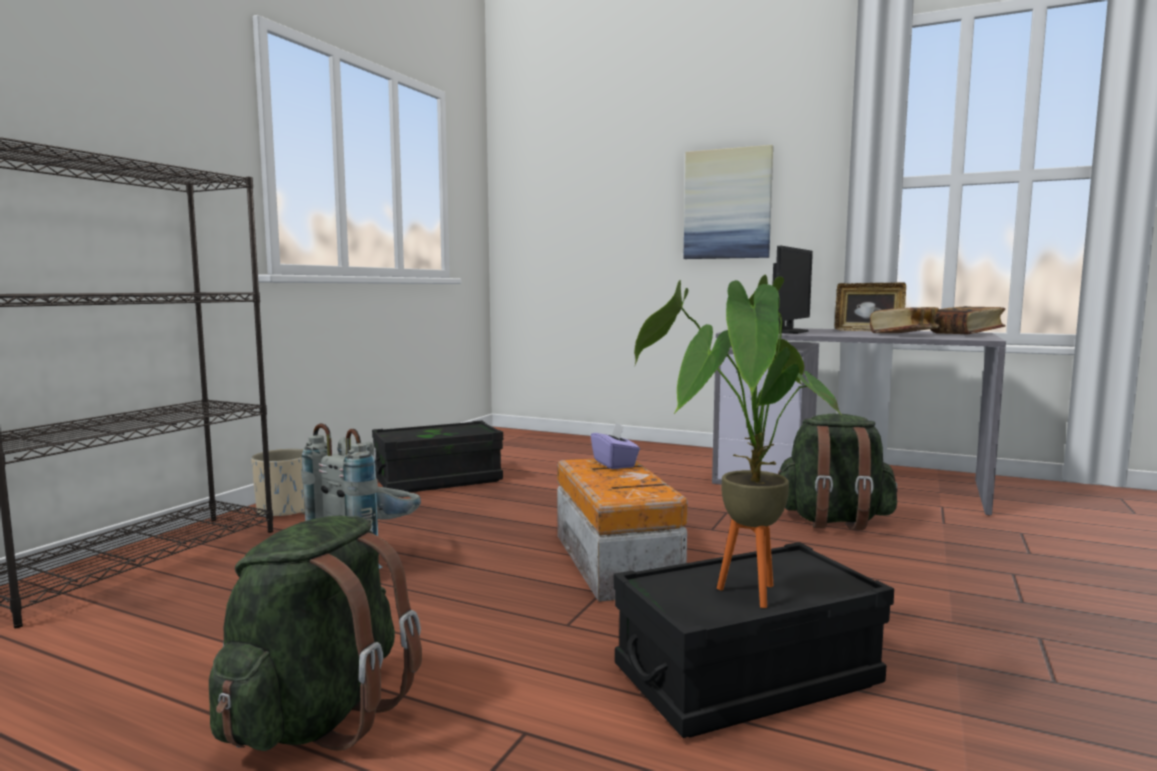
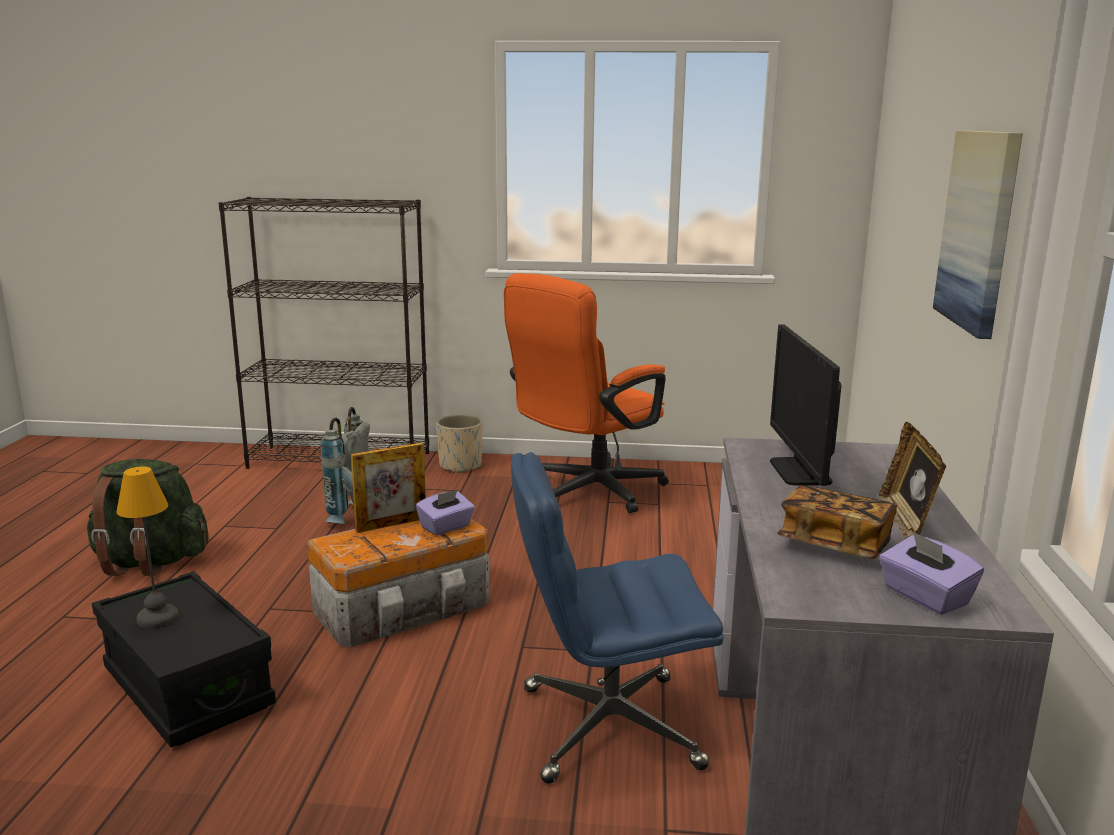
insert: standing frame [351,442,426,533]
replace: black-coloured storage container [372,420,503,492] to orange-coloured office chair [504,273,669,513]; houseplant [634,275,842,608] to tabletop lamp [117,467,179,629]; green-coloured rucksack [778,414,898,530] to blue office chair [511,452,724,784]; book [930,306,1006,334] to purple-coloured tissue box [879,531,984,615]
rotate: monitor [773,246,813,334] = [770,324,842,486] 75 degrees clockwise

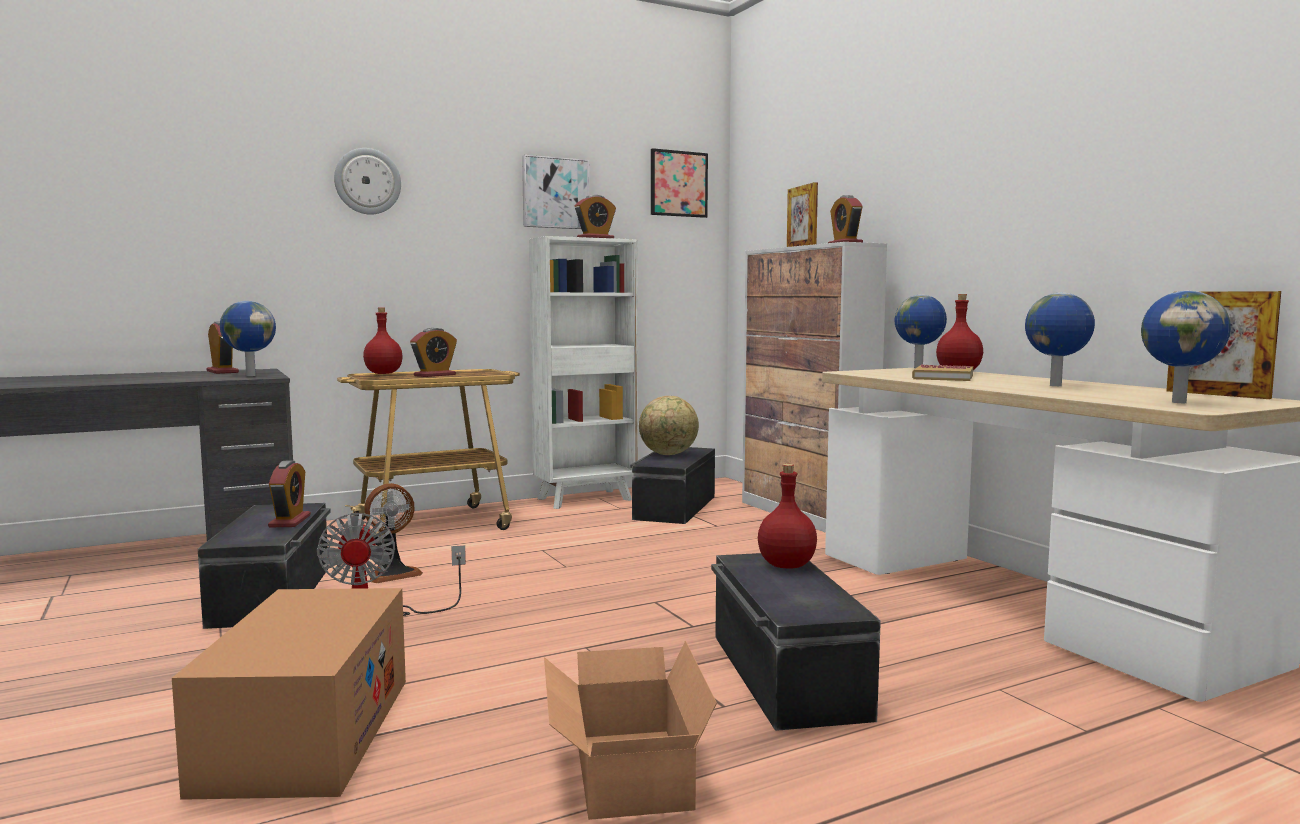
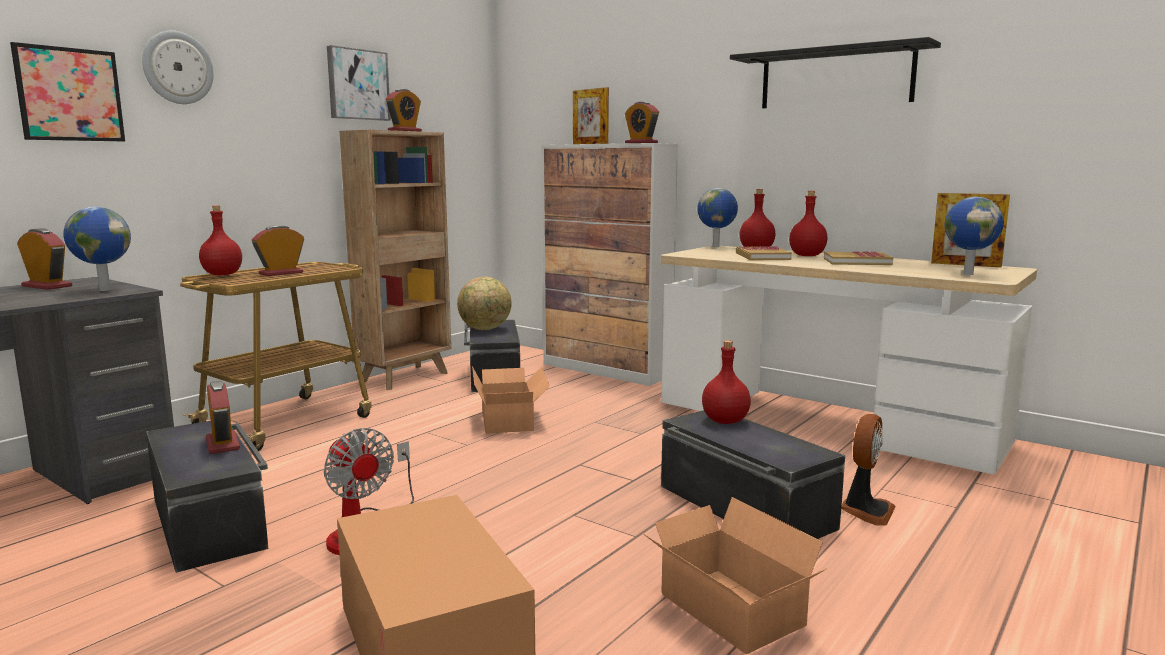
insert: packing box [472,366,550,434]; black-coloured shelf [730,37,941,108]; red drink bottle [789,191,827,256]
move: electric fan [364,483,423,583] to [841,414,896,526]; wall picture [651,148,708,218] to [10,42,125,141]
replace: globe [1025,293,1095,386] to book [824,251,893,265]
recolor: whitish bookcase [529,236,638,509] to brown-coloured bookcase [340,130,452,390]
rotate: alarm clock [410,328,457,377] = [252,225,304,276] 150 degrees counterclockwise

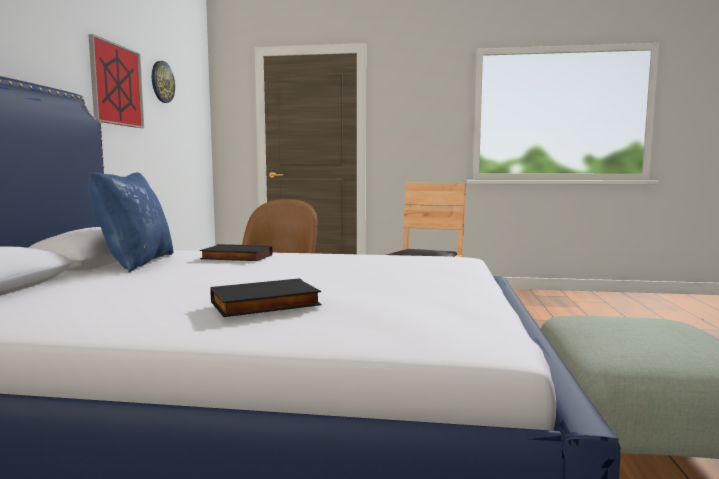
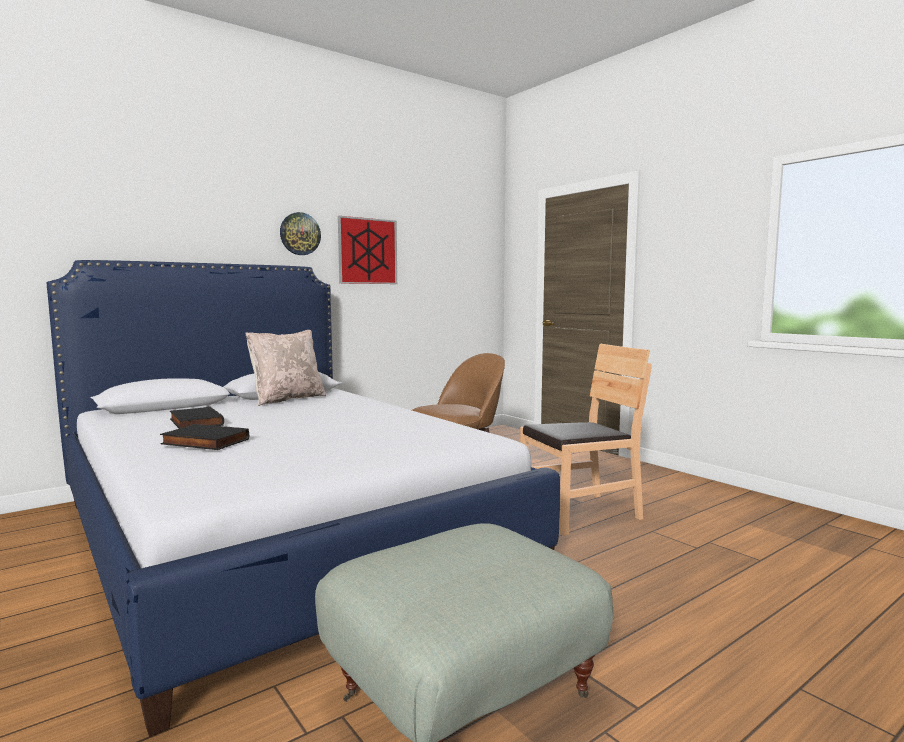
move: wall clock [152,61,175,103] to [280,212,321,255]; black-coloured book [200,244,272,261] to [170,406,224,429]
recolor: blue cushion [88,172,173,272] to beige cushion [245,330,326,406]

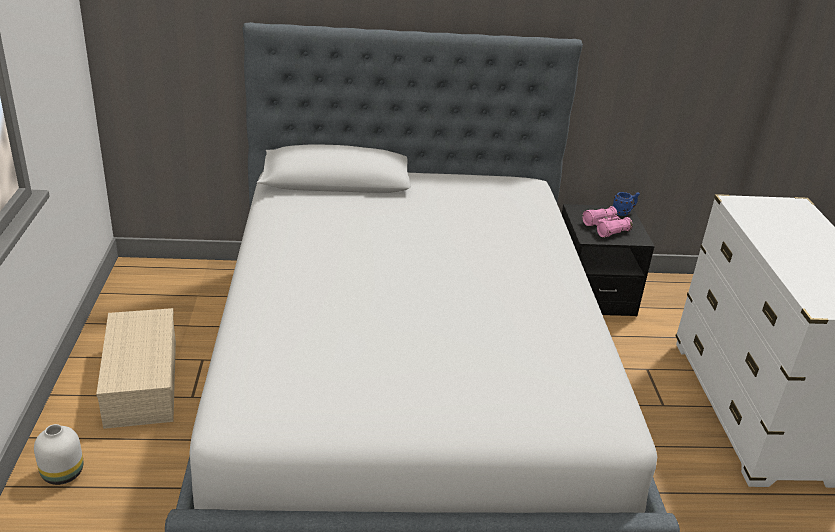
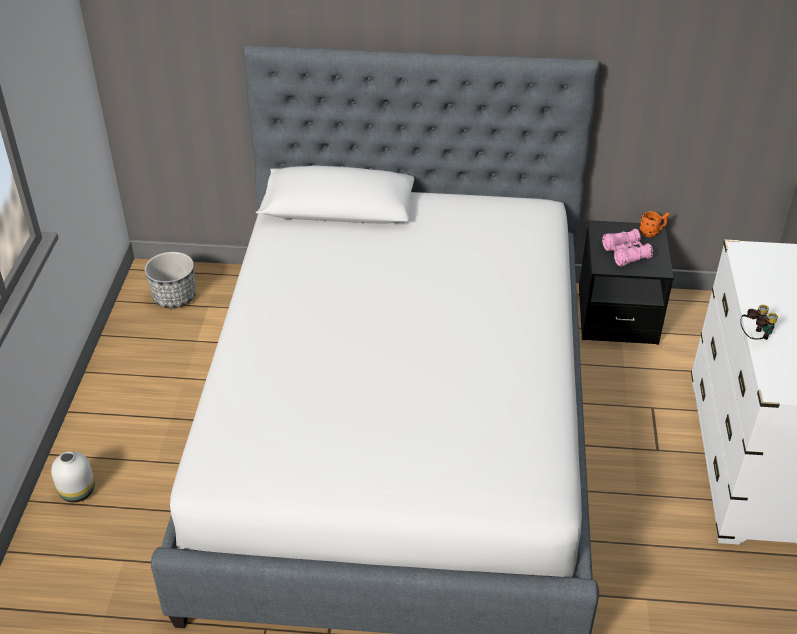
delete: beige storage container [96,308,176,429]
insert: planter [144,252,196,308]; field glasses [740,305,778,340]
recolor: blue coffee mug [613,192,640,216] to orange-coloured coffee mug [639,211,669,237]

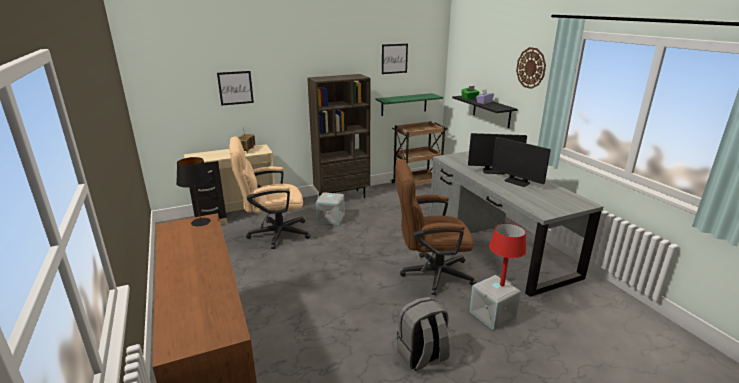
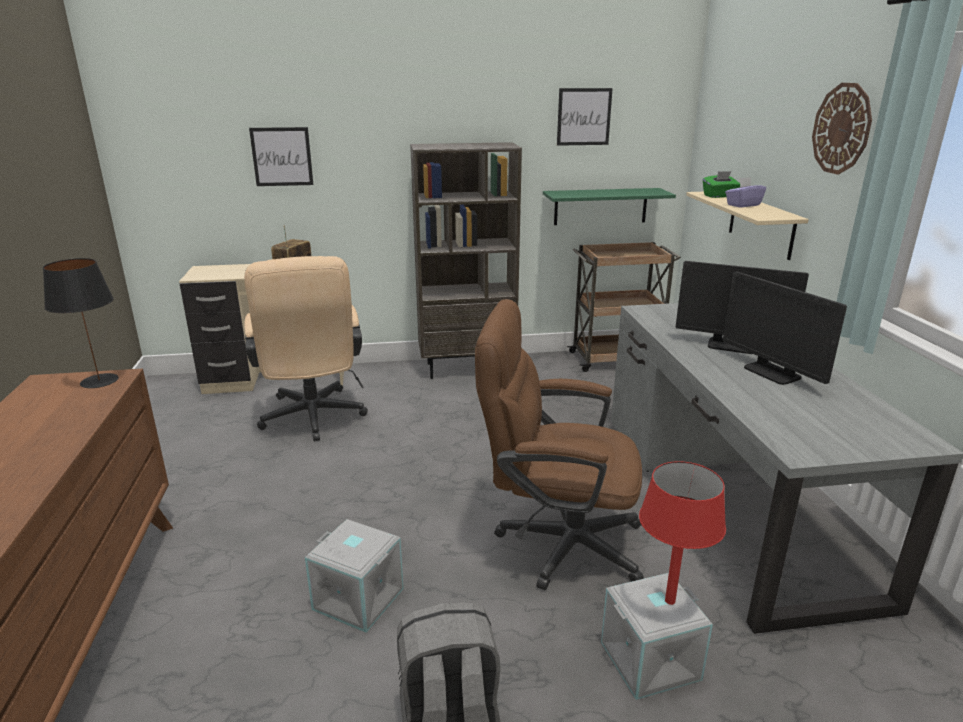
move: greyish storage container [316,192,345,225] to [305,519,403,632]
recolor: black-coloured shelf [452,96,517,128] to beige shelf [686,192,809,260]
rotate: beige office chair [229,137,311,249] = [244,256,368,441] 105 degrees counterclockwise

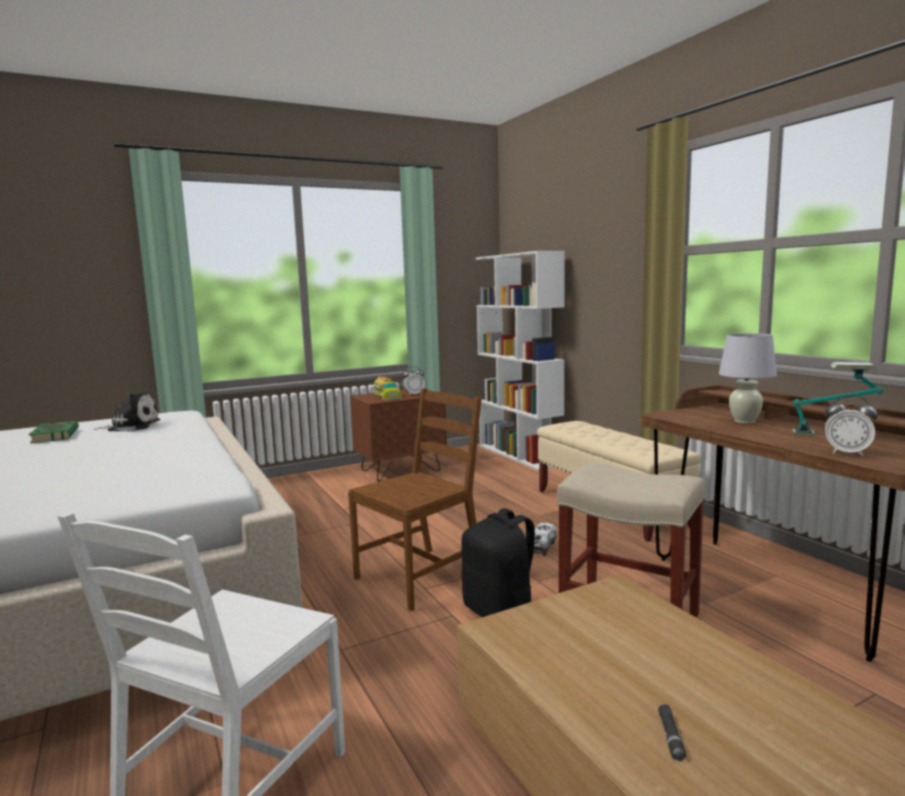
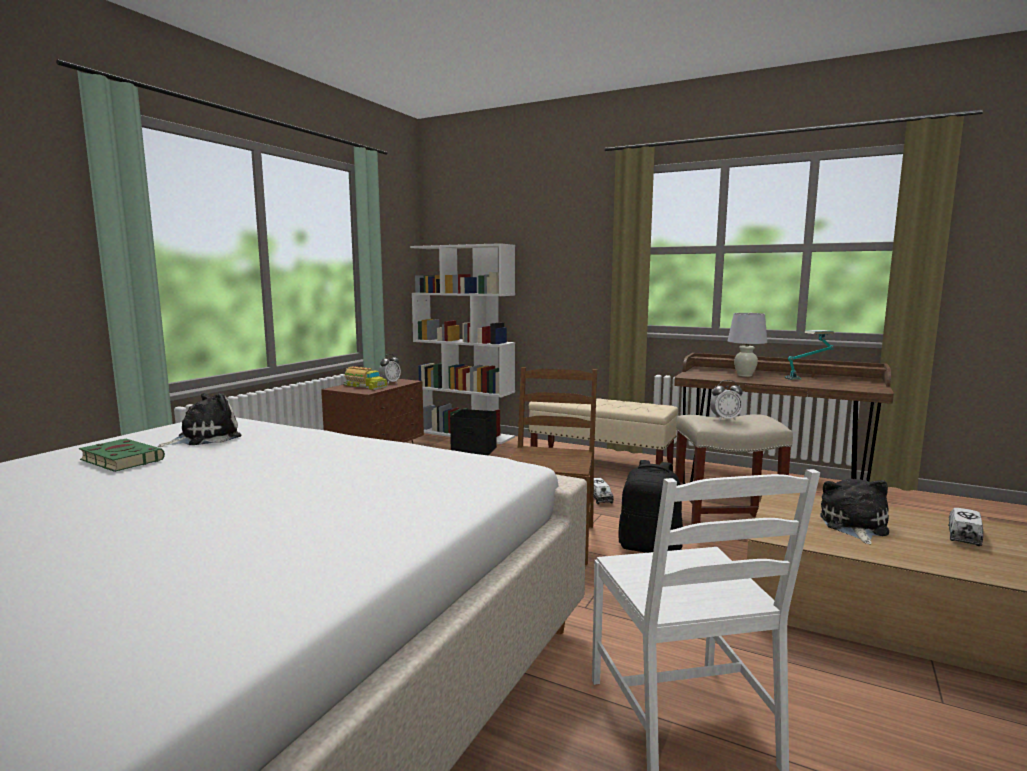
delete: black-coloured torch [658,704,686,762]
insert: black-coloured storage container [450,409,497,455]; cuddly toy [820,479,889,544]; model truck [948,508,983,546]
move: alarm clock [825,395,878,457] to [710,380,743,421]

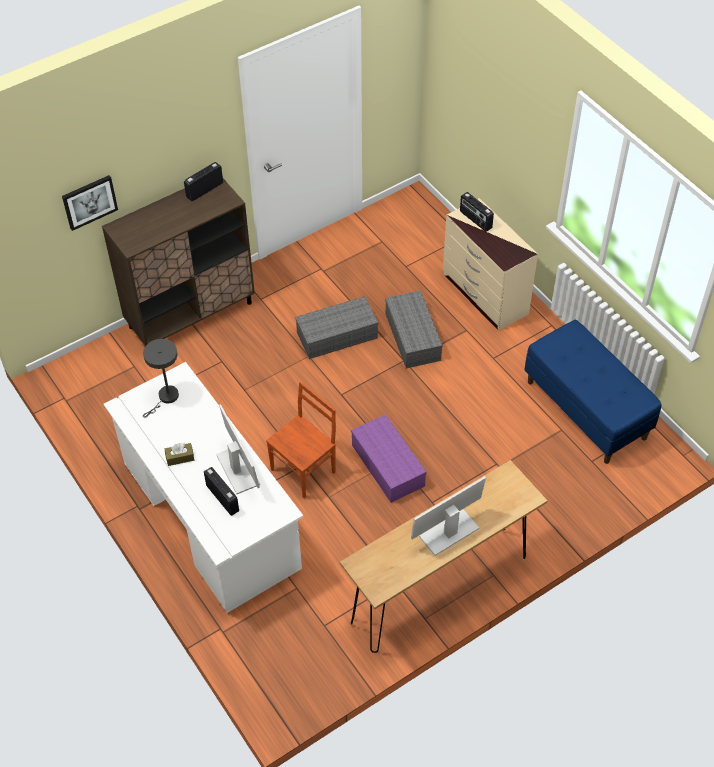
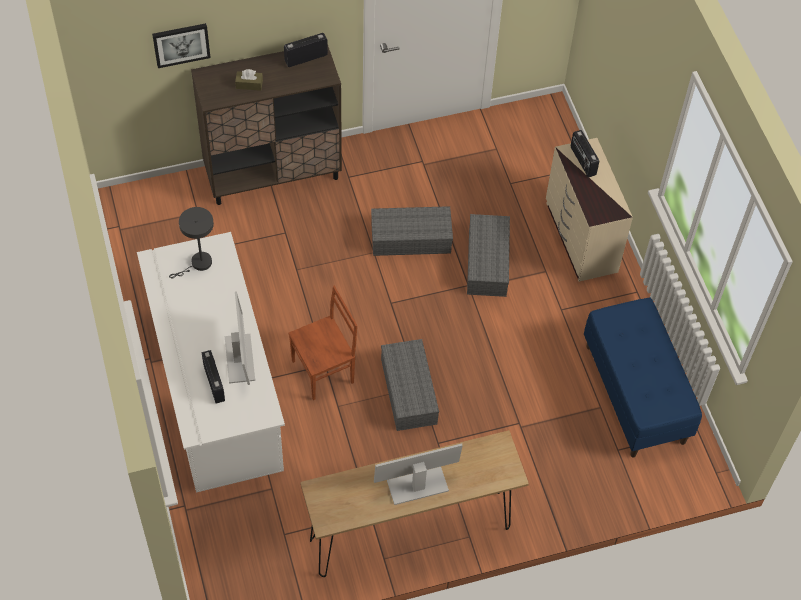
move: brown-coloured tissue box [165,443,194,466] to [235,69,263,91]
recolor: purple-coloured storage container [351,414,426,503] to greyish storage container [381,339,439,431]

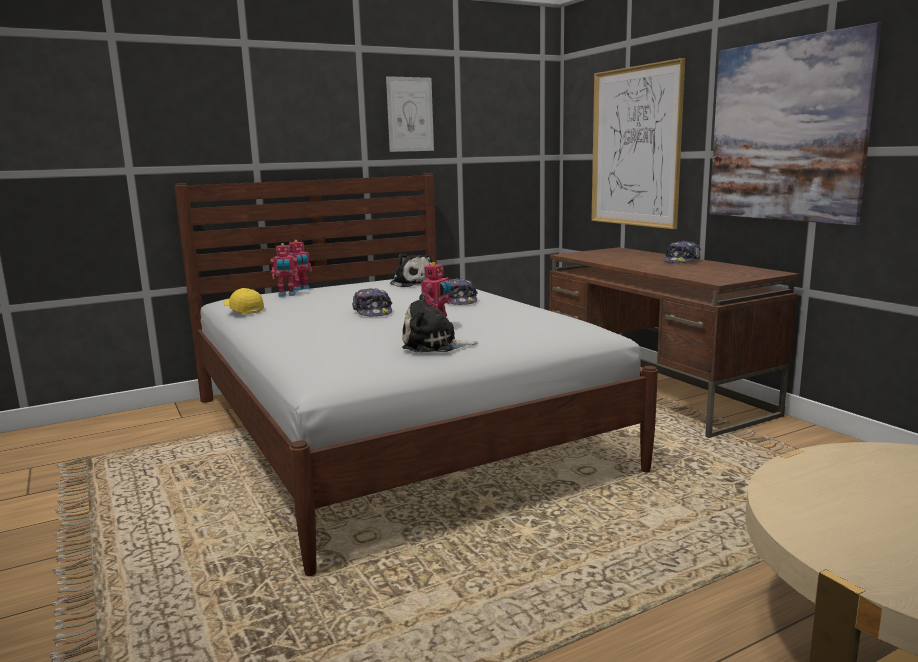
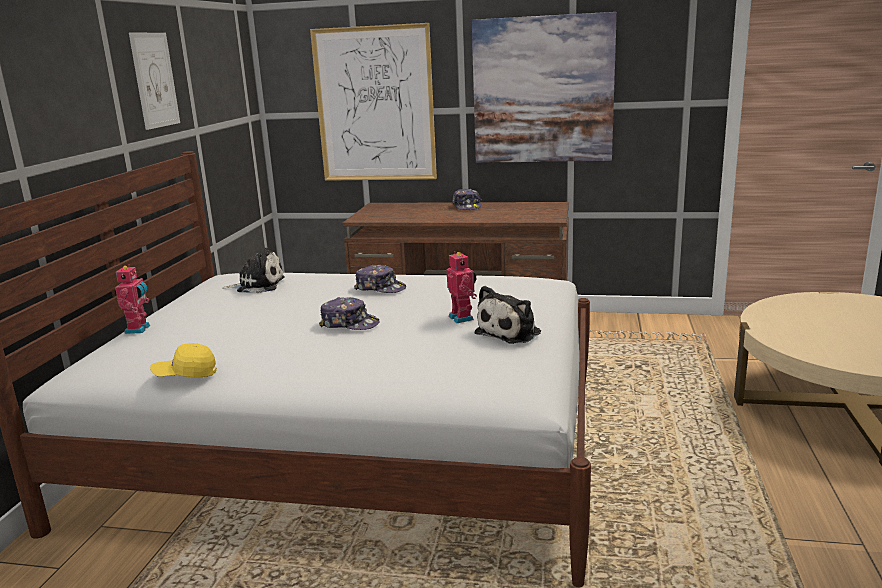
delete: toy robot [271,243,298,297]

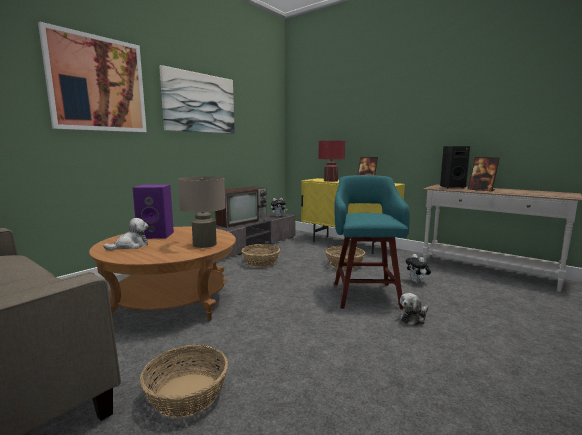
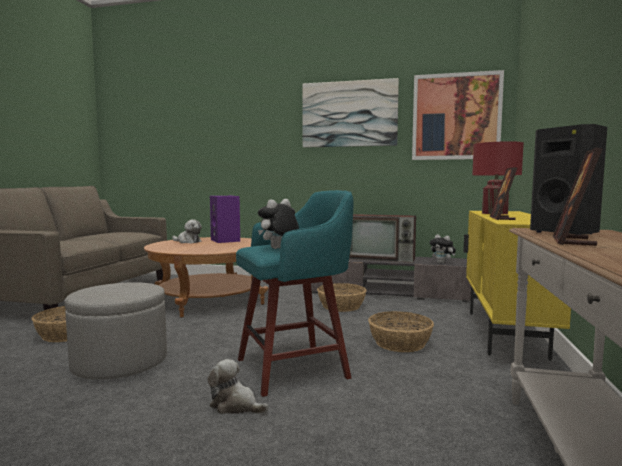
delete: beige tabletop lamp [178,176,226,248]
insert: greyish ottoman [65,282,167,380]
move: wall picture [38,22,147,132] to [412,70,504,160]; cuddly toy [405,254,431,283] to [258,199,299,249]

